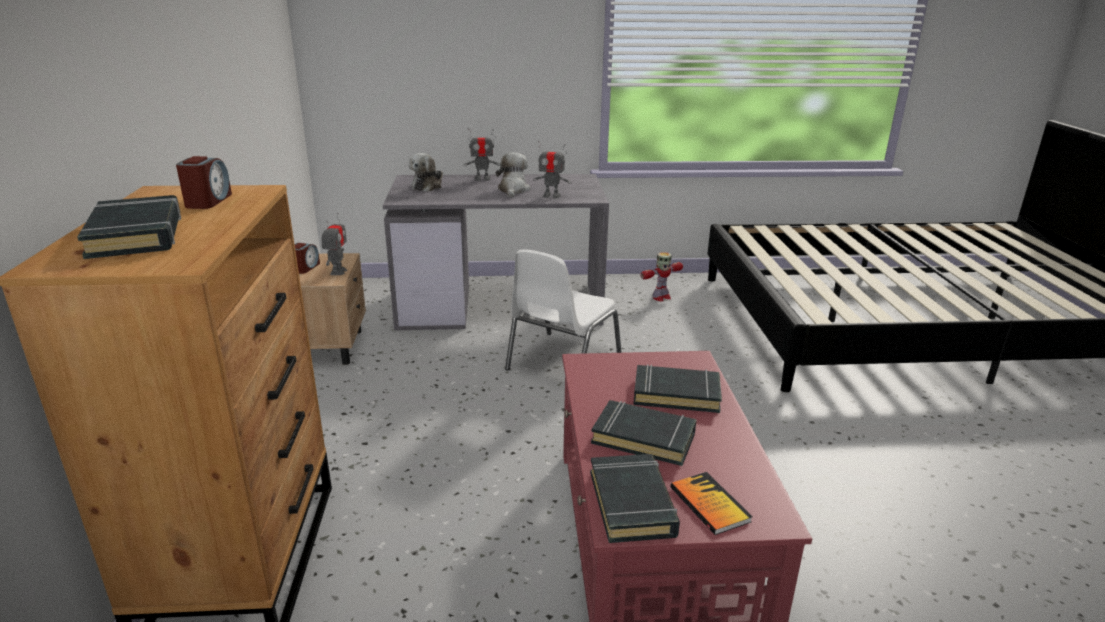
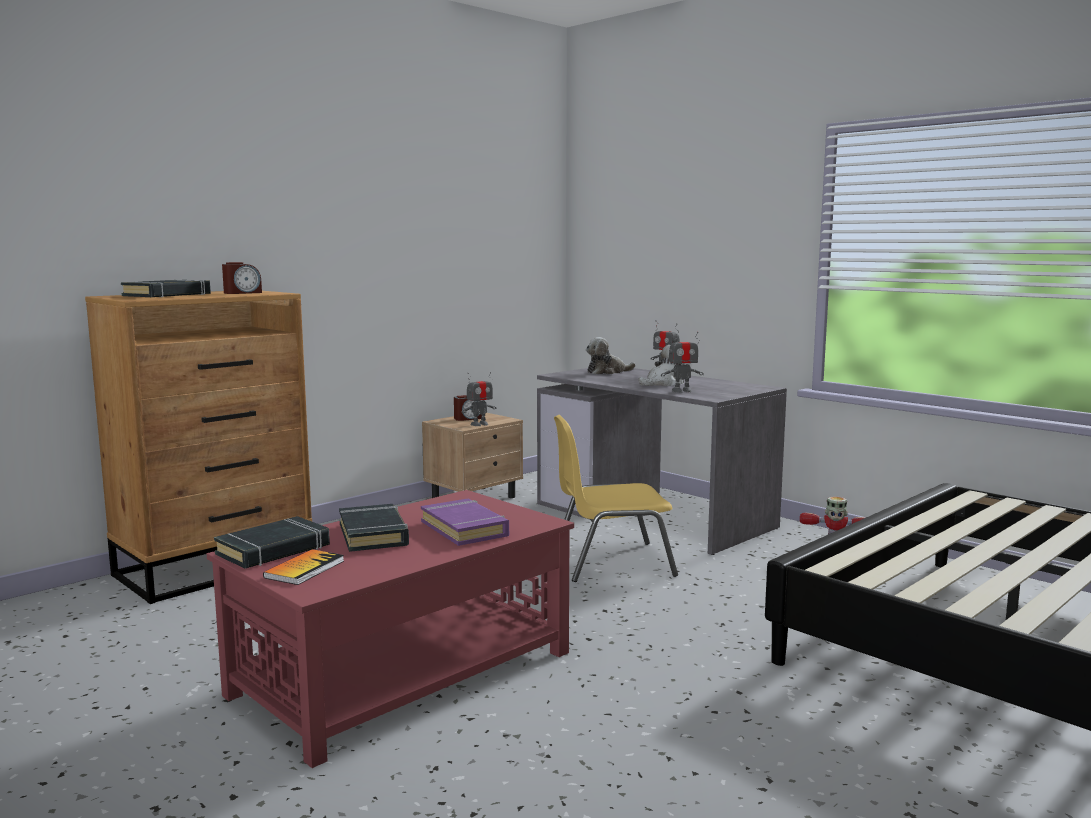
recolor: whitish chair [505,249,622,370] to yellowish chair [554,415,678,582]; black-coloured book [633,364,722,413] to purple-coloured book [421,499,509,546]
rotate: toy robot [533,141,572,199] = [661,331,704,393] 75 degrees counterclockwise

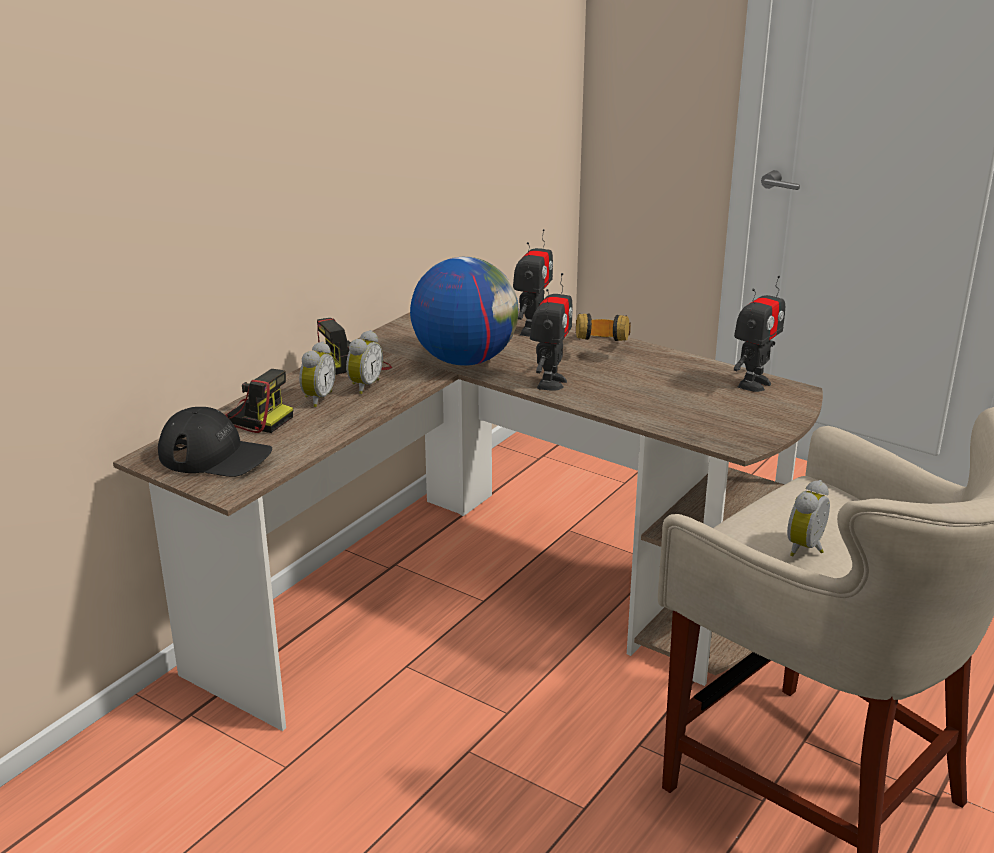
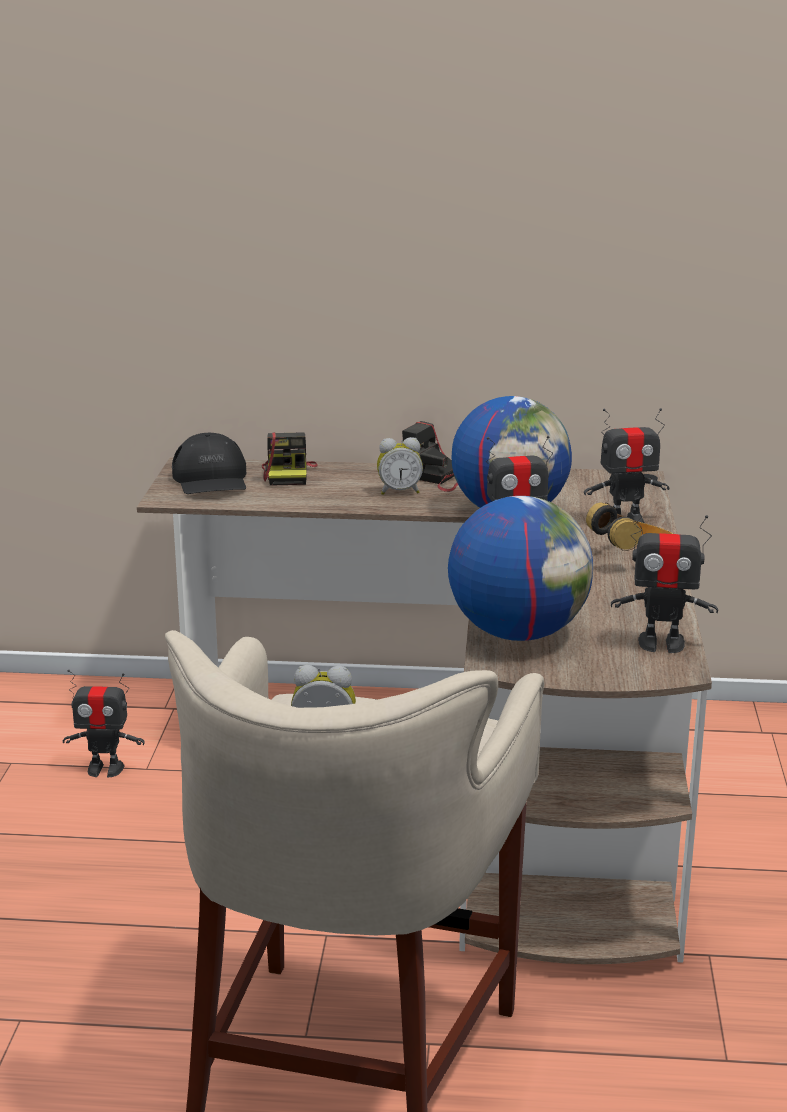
delete: alarm clock [299,341,336,407]
insert: toy robot [63,670,145,777]; globe [448,496,593,641]

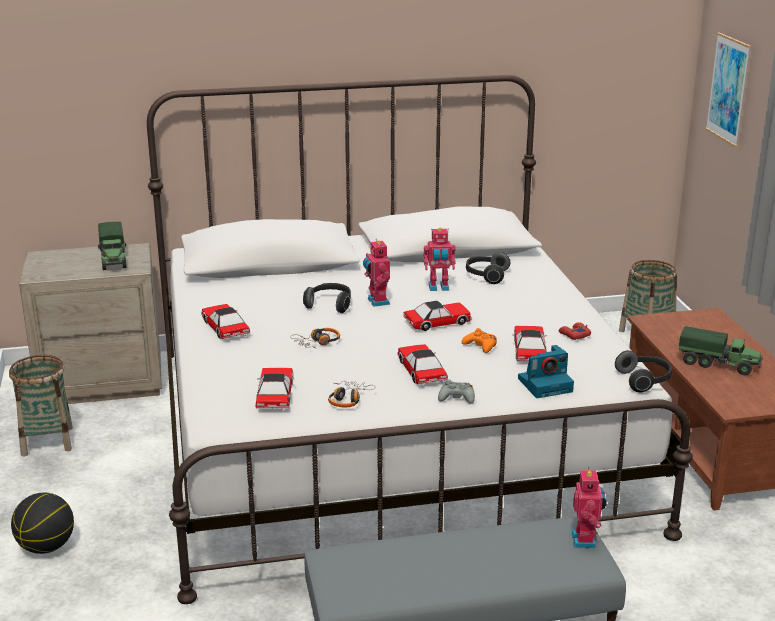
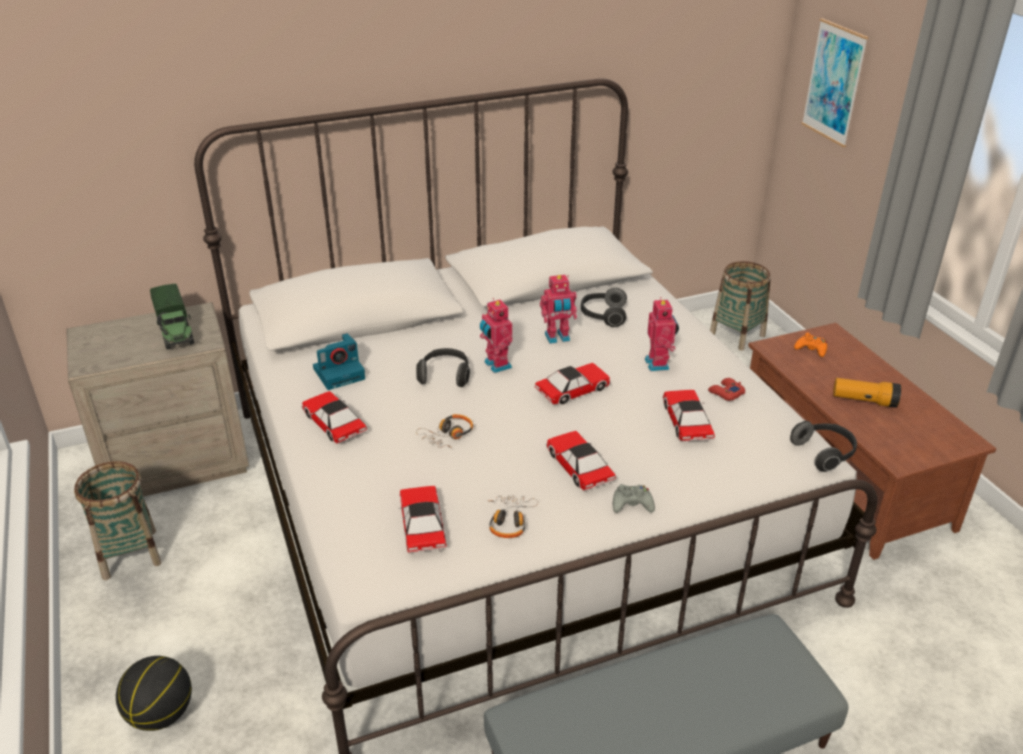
move: orange-coloured game controller [462,328,497,353] to [794,333,827,357]; photo camera [518,345,574,398] to [313,333,365,390]; toy robot [572,467,607,548] to [645,297,679,371]
replace: model truck [679,326,763,375] to torch [833,378,901,408]

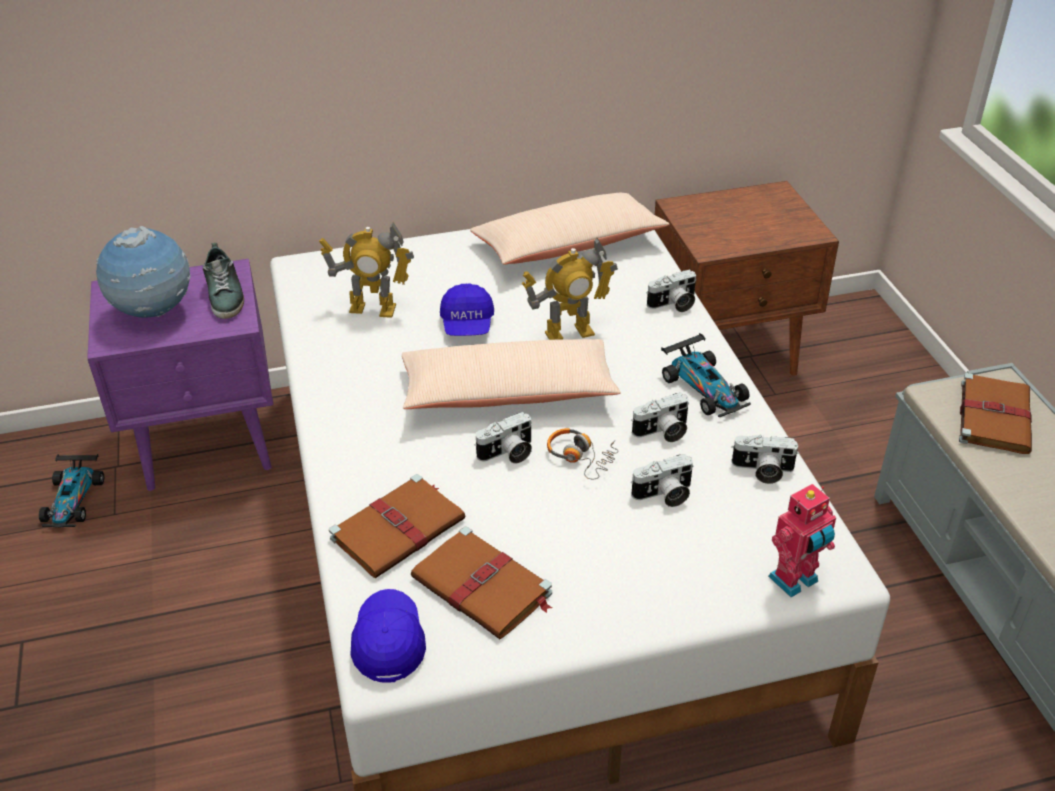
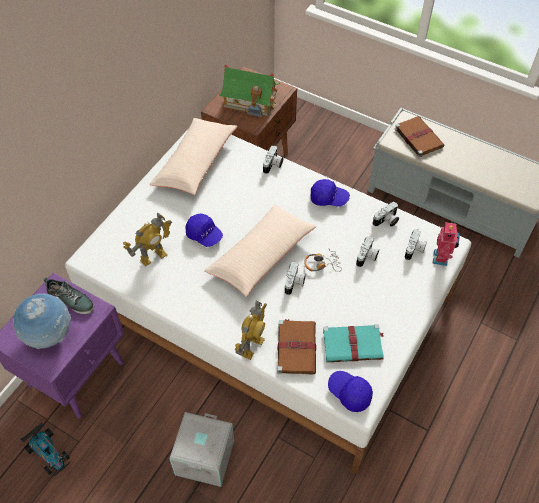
insert: greyish storage container [169,412,234,487]; miniature house [219,65,280,117]
move: toy robot [522,238,618,340] to [235,301,267,360]; photo camera [631,393,689,442] to [405,229,427,260]
replace: miniature car [661,333,751,417] to blue peaked cap [310,179,350,207]
recolor: brown-coloured book [411,526,552,639] to turquoise-coloured book [323,324,385,362]

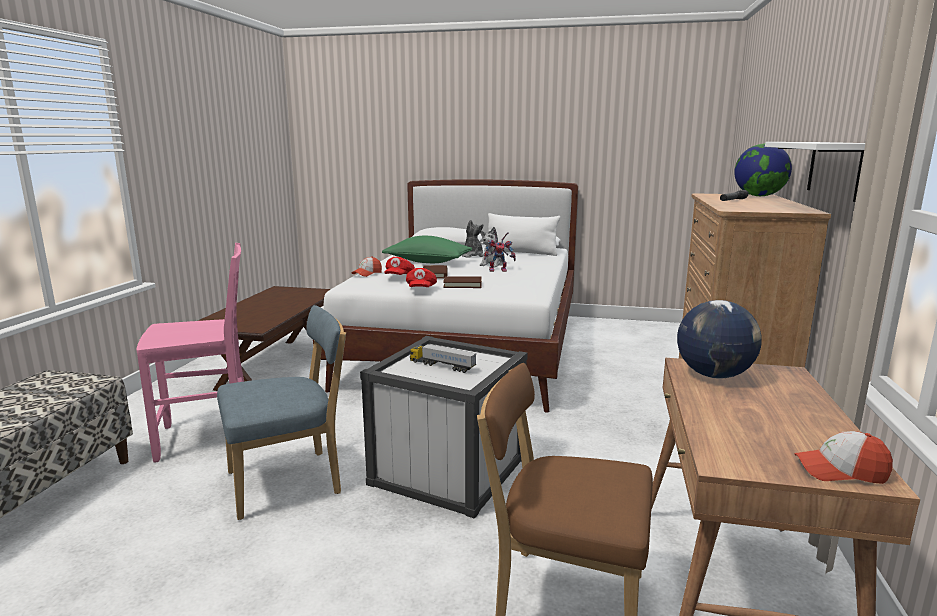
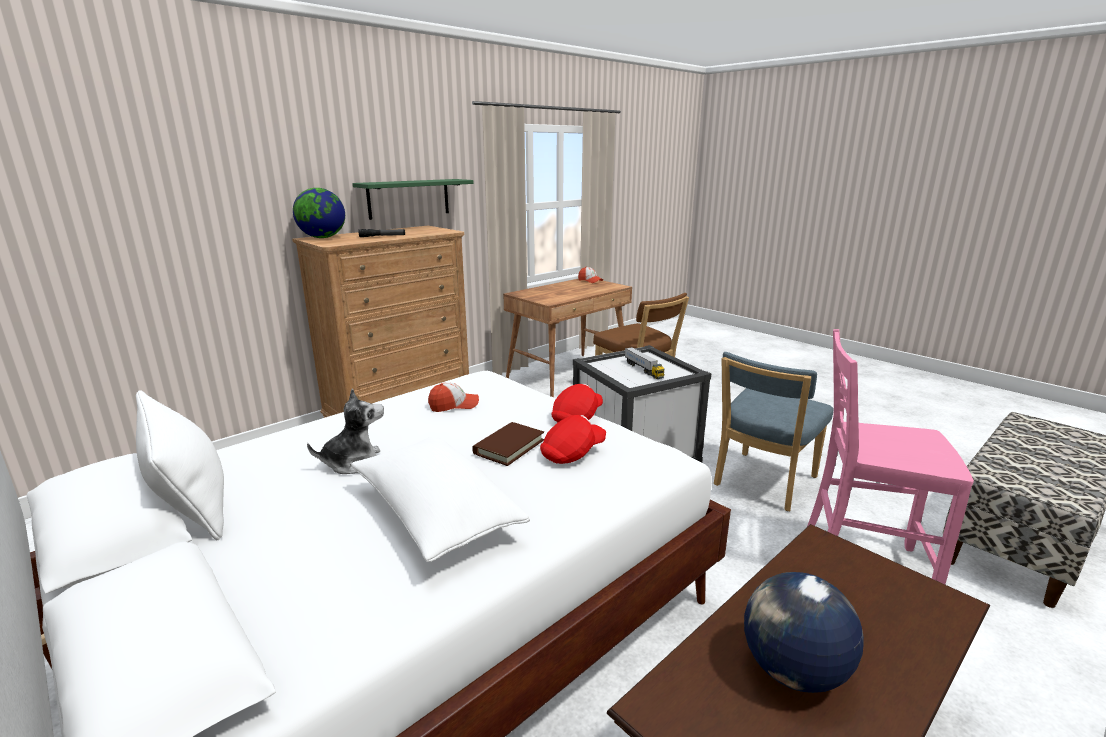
delete: brown-coloured book [443,276,482,288]; cuddly toy [462,220,484,258]; toy robot [484,229,516,272]
move: peaked cap [352,256,382,277] to [428,382,479,412]; globe [677,300,762,379] to [744,572,864,693]
recolor: green-coloured cushion [382,236,472,263] to whitish cushion [351,437,530,562]; whitish shelf [765,142,865,202] to green-coloured shelf [352,179,473,220]
rotate: blue chair [217,305,346,520] = [714,352,833,511] 60 degrees counterclockwise

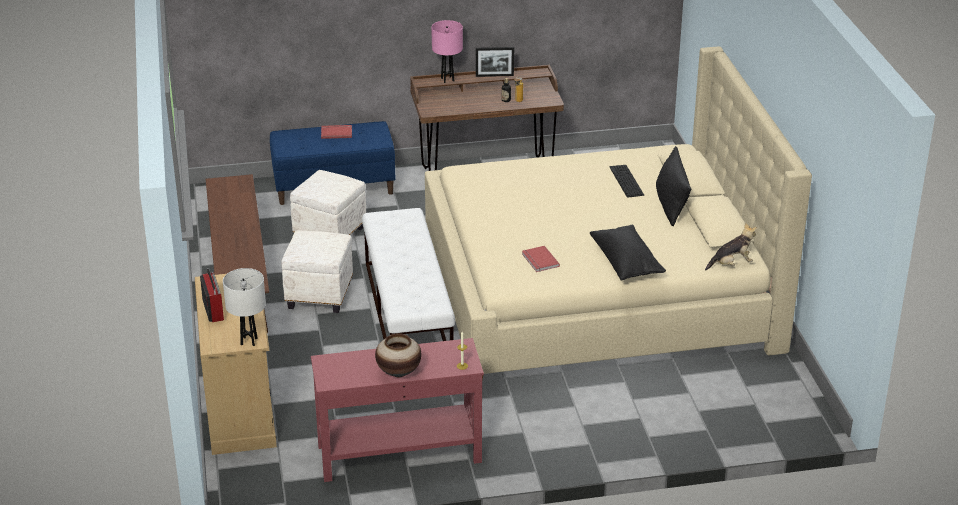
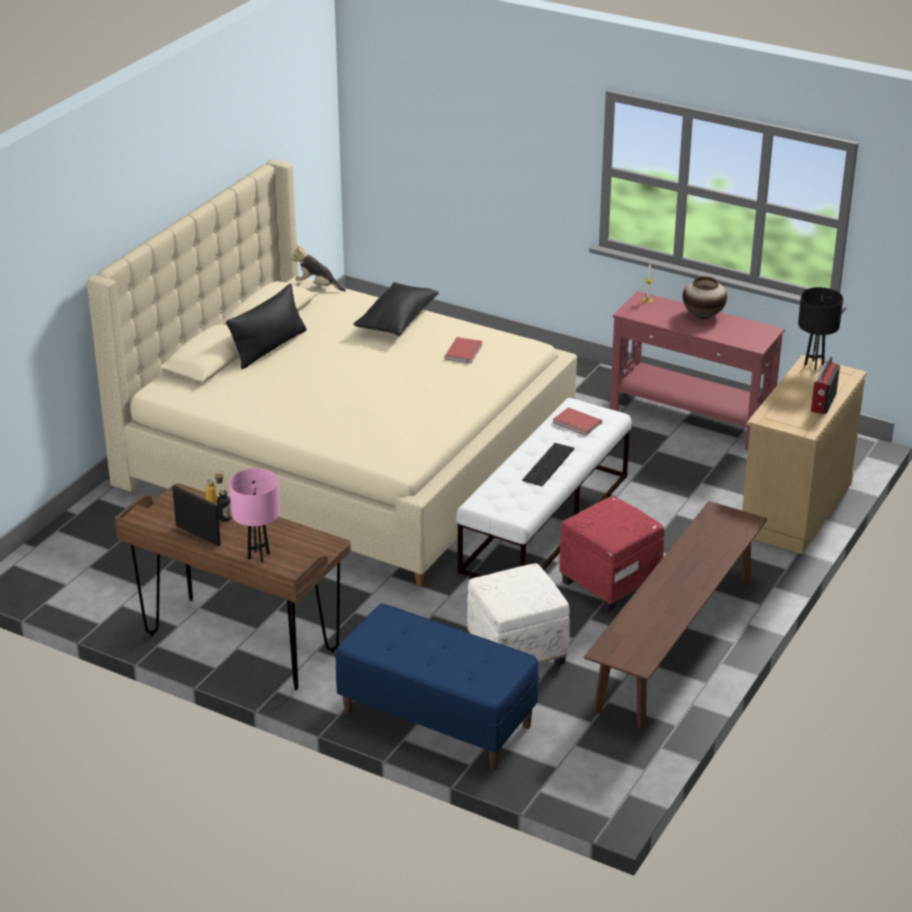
move: red book [321,125,352,139] to [553,407,602,435]; keyboard [609,165,644,198] to [522,443,574,486]
recolor: whitish tabletop lamp [223,268,266,346] to black-coloured tabletop lamp [798,287,843,370]; whitish ottoman [281,231,353,313] to red ottoman [559,496,665,612]

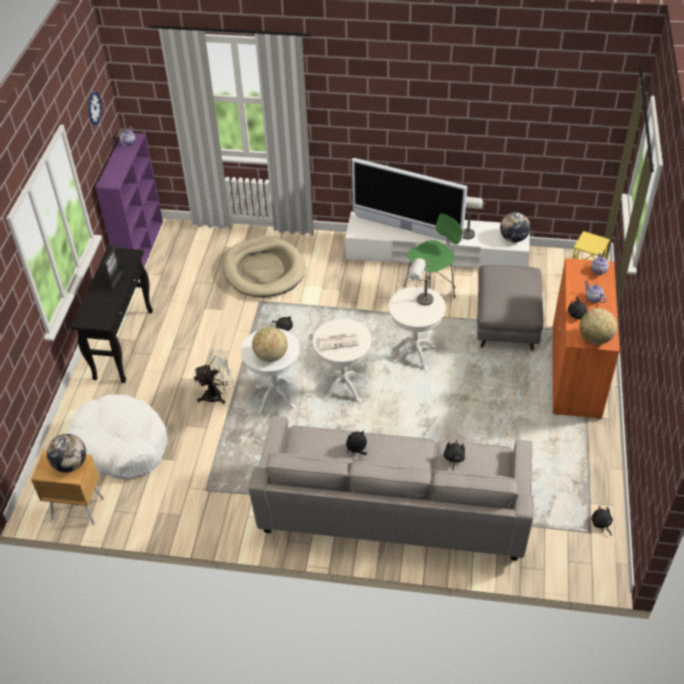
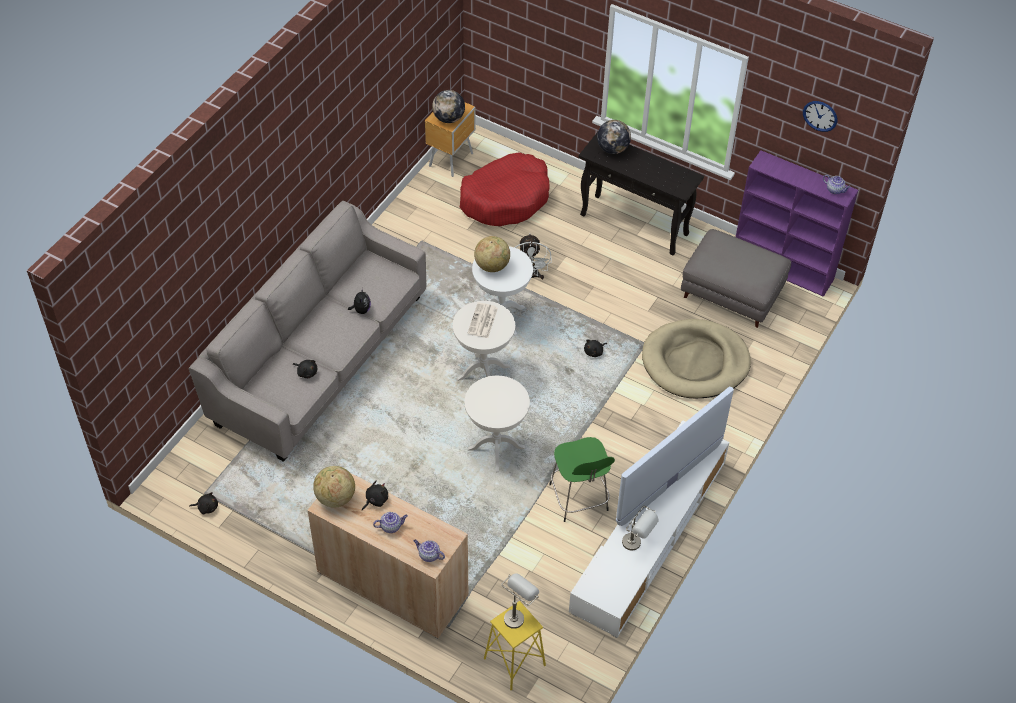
delete: standing frame [103,245,124,290]
move: greyish tabletop lamp [407,258,433,305] to [501,573,539,629]; greyish ottoman [477,265,544,351] to [681,229,791,328]; globe [500,212,530,242] to [597,120,631,154]
recolor: whitish dog cushion [67,394,168,479] to red dog cushion [460,152,550,226]; orange-coloured cabinet [553,258,620,420] to beige cabinet [307,473,468,638]

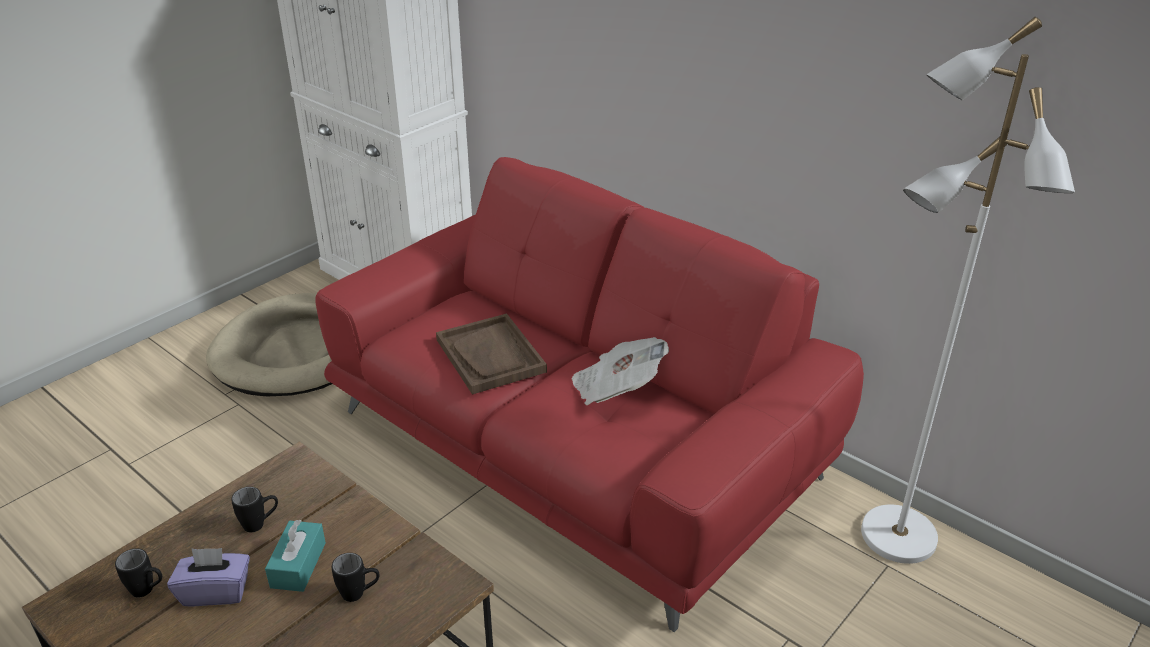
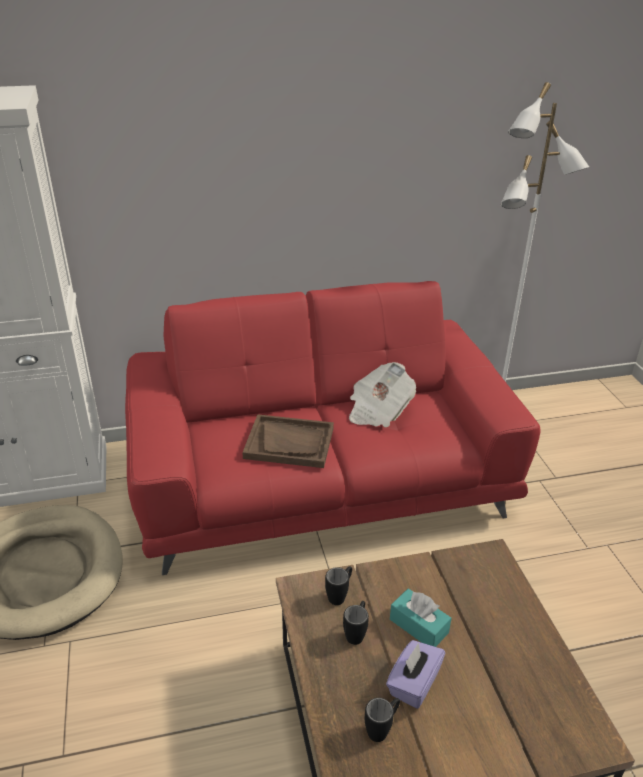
move: black-coloured coffee mug [332,553,380,602] to [325,566,352,605]

